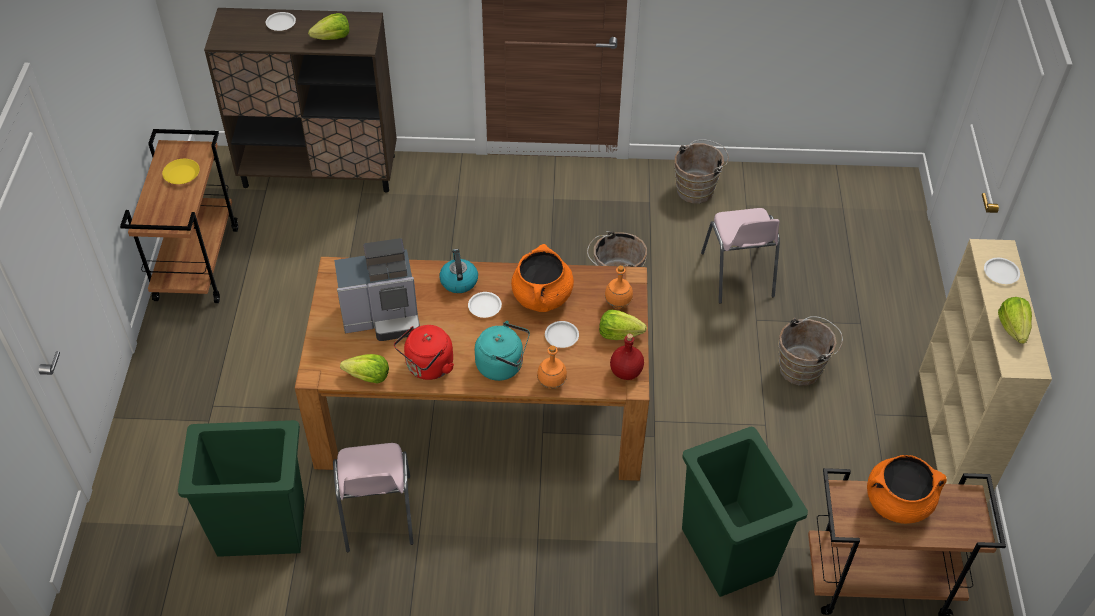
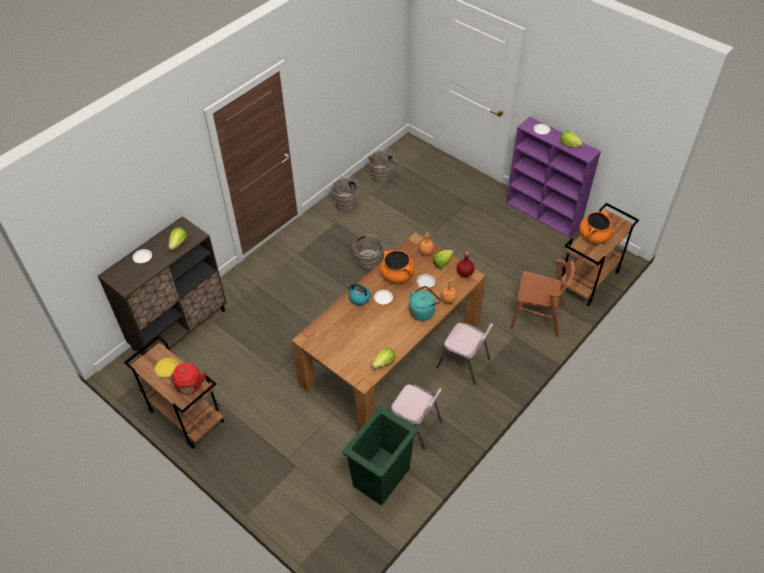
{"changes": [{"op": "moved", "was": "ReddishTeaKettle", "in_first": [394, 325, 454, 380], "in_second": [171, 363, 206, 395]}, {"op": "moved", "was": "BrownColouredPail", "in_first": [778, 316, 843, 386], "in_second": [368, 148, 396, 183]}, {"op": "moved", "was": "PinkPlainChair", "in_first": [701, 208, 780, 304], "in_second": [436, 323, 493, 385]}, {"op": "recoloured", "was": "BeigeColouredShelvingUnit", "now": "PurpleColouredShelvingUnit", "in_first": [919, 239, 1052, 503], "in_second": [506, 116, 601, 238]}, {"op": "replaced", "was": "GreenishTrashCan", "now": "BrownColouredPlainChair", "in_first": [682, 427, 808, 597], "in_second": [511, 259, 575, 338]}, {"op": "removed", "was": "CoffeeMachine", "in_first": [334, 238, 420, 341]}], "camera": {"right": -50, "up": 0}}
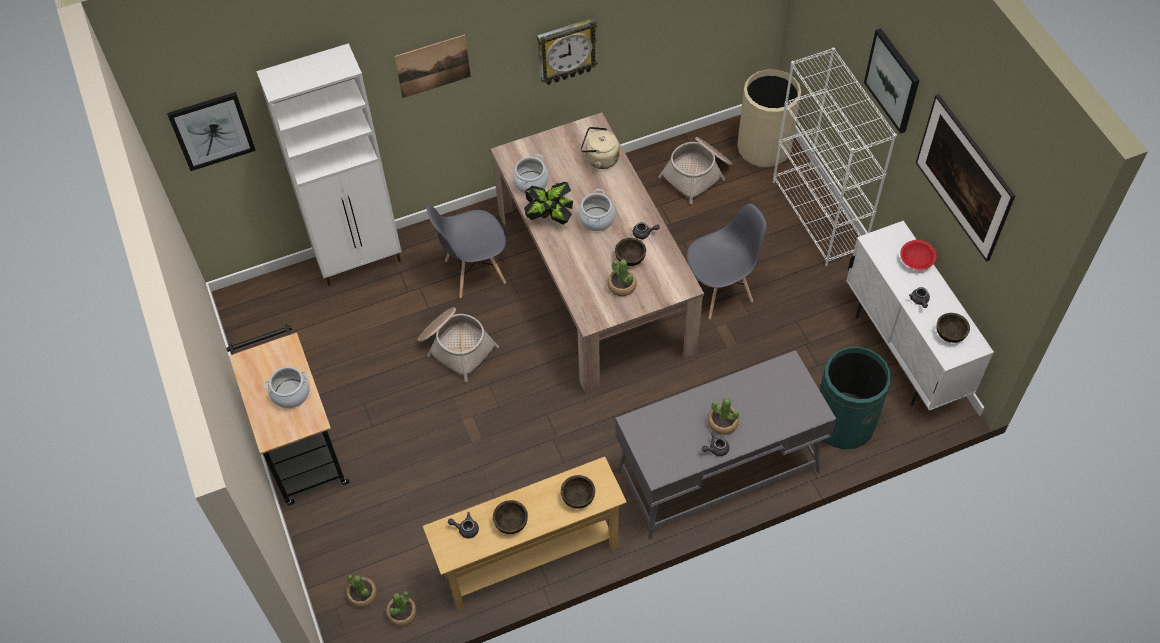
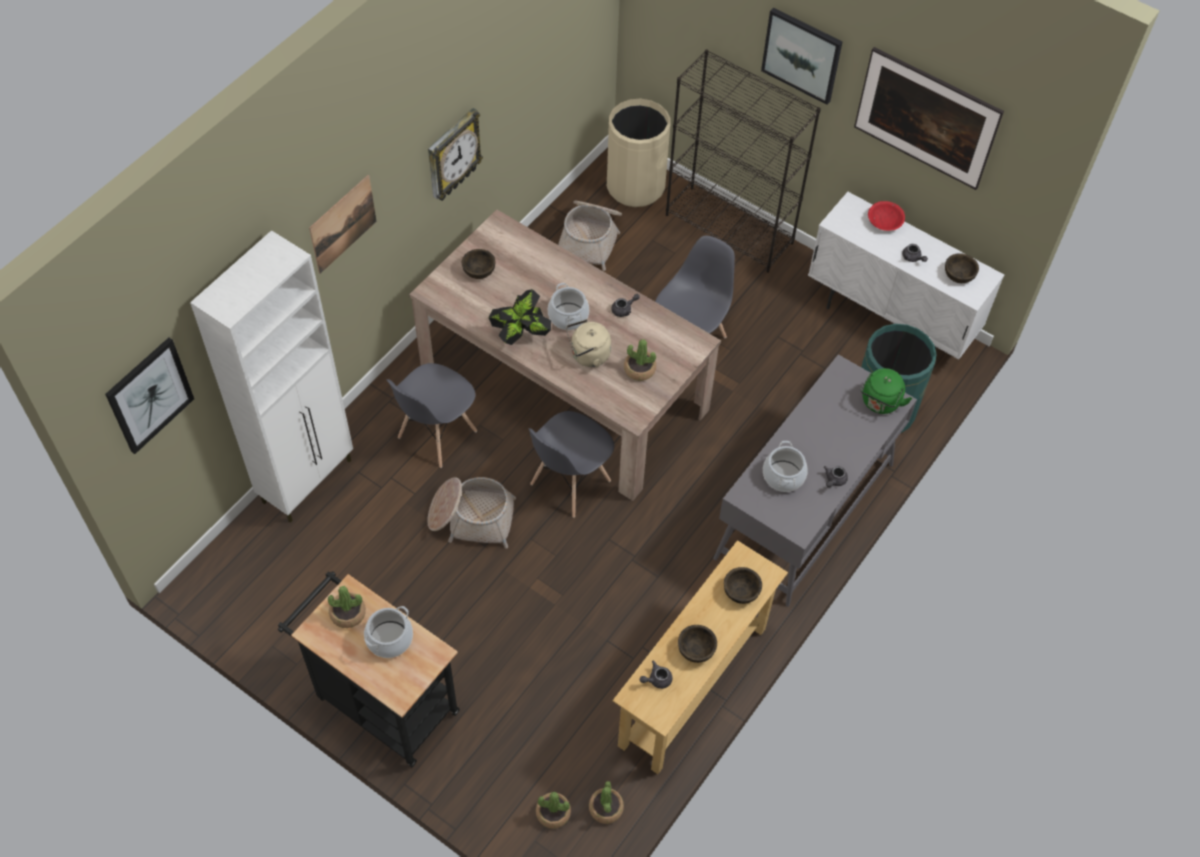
{"changes": [{"op": "moved", "was": "PlantInAPot", "in_first": [708, 398, 739, 435], "in_second": [328, 586, 366, 628]}, {"op": "moved", "was": "BrownColouredBowl", "in_first": [615, 238, 646, 266], "in_second": [462, 249, 496, 279]}, {"op": "added", "now": "GreyPlainChair", "in_second": [529, 411, 614, 518]}, {"op": "moved", "was": "BeigeColouredTeaKettle", "in_first": [581, 127, 619, 169], "in_second": [566, 319, 611, 367]}, {"op": "recoloured", "was": "WhiteColouredShelvingUnit", "now": "BlackColouredShelvingUnit", "in_first": [773, 47, 897, 266], "in_second": [666, 49, 821, 273]}, {"op": "moved", "was": "Stockpot", "in_first": [512, 154, 549, 194], "in_second": [763, 441, 808, 492]}, {"op": "added", "now": "GreenishTeaKettle", "in_second": [860, 368, 912, 414]}], "camera": {"right": -35, "up": 0}}
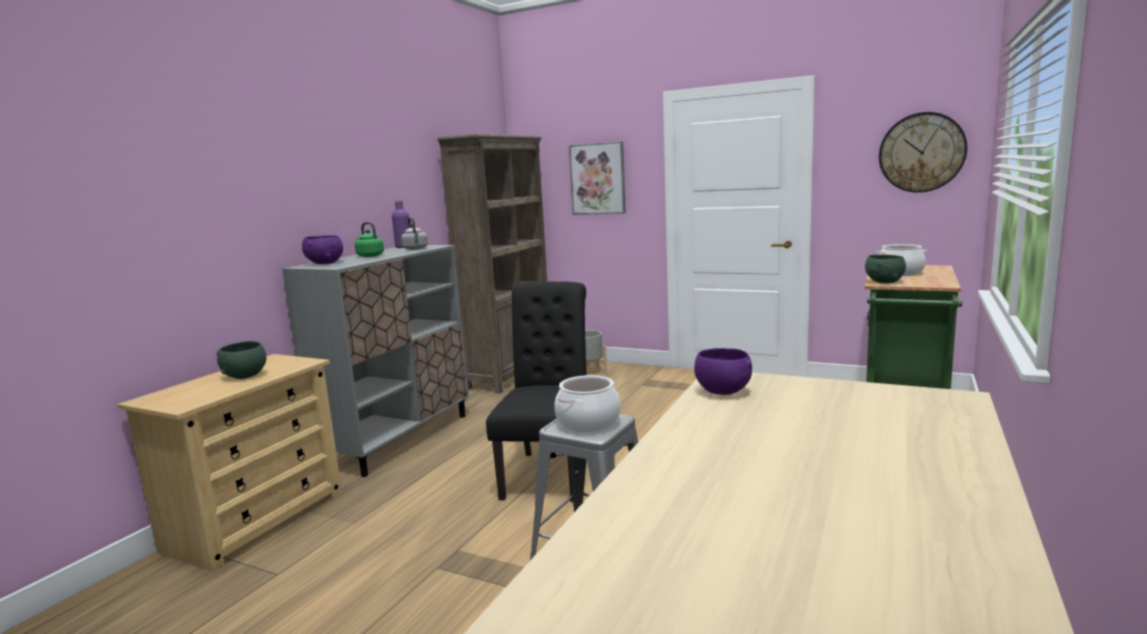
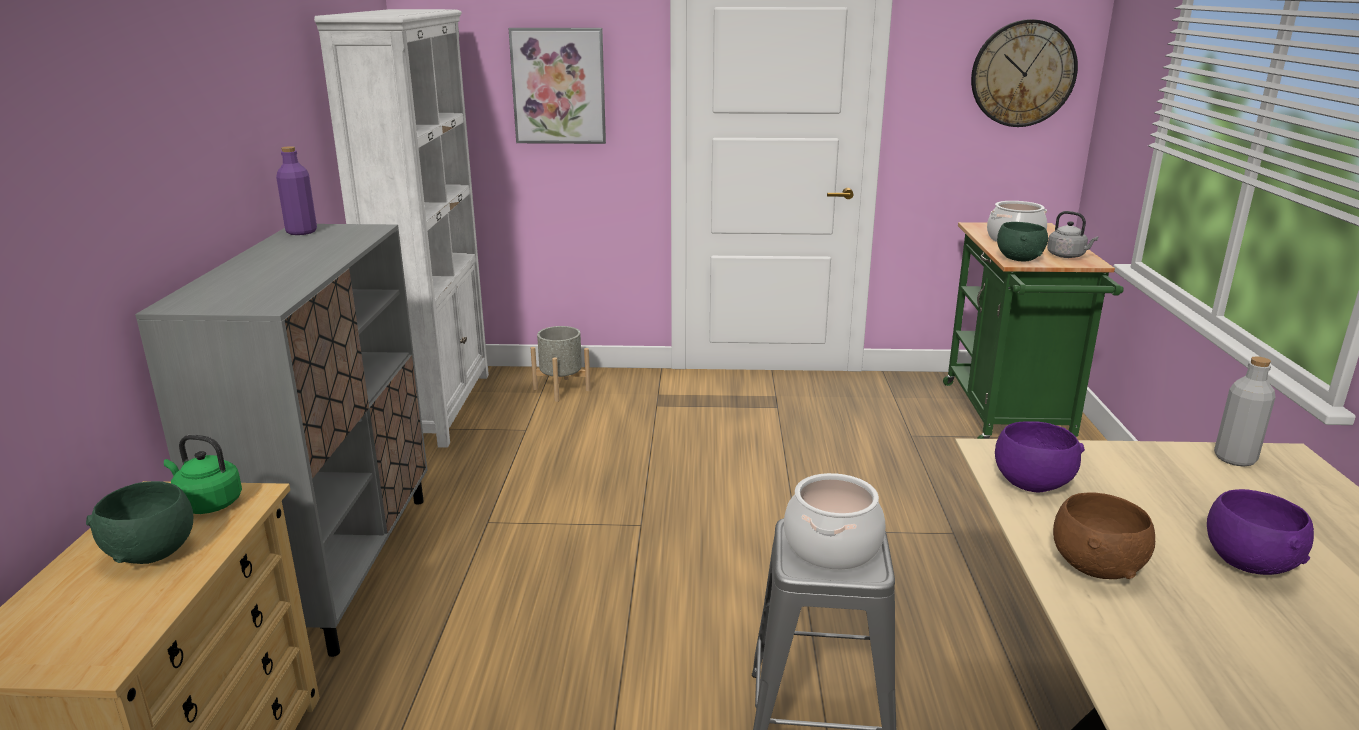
{"changes": [{"op": "moved", "was": "GreenishTeaKettle", "in_first": [355, 222, 384, 257], "in_second": [164, 435, 242, 514]}, {"op": "recoloured", "was": "BrownColouredShelvingUnit", "now": "WhiteColouredShelvingUnit", "in_first": [437, 134, 547, 394], "in_second": [314, 9, 489, 448]}, {"op": "moved", "was": "GreyTeaKettle", "in_first": [401, 217, 428, 250], "in_second": [1047, 211, 1099, 258]}, {"op": "added", "now": "BrownColouredBowl", "in_second": [1053, 493, 1155, 579]}, {"op": "moved", "was": "PurpleColouredBowl", "in_first": [302, 235, 343, 264], "in_second": [1207, 489, 1314, 575]}, {"op": "added", "now": "GreyBeverageBottle", "in_second": [1214, 356, 1276, 467]}, {"op": "removed", "was": "BlackColouredPlainChair", "in_first": [486, 281, 587, 502]}], "camera": {"right": -25, "up": 10}}
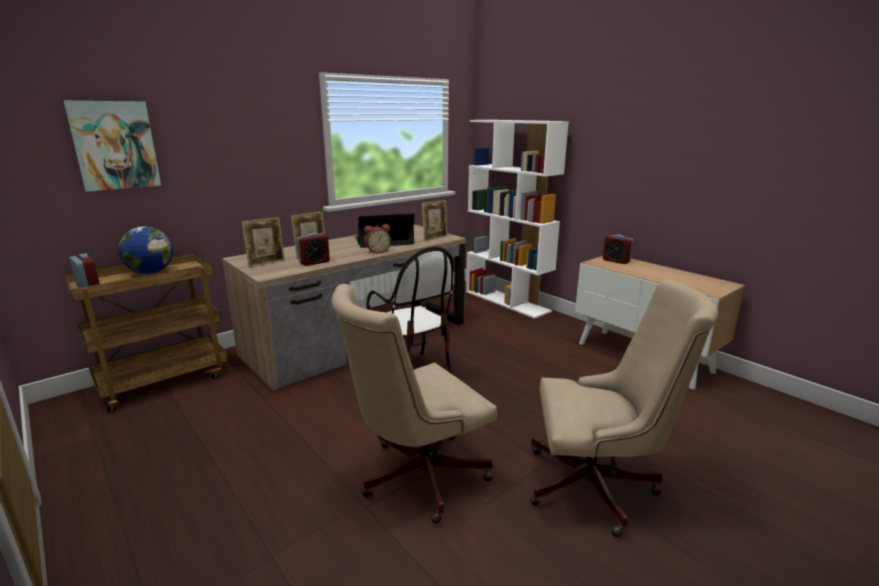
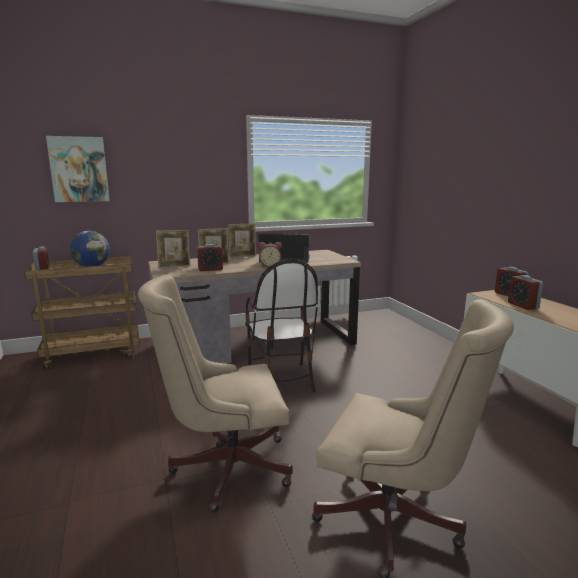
{"changes": [{"op": "moved", "was": "StandingFrame", "in_first": [422, 200, 447, 241], "in_second": [228, 224, 256, 258]}, {"op": "added", "now": "AlarmClock", "in_second": [508, 275, 543, 310]}, {"op": "removed", "was": "WhiteColouredShelvingUnit", "in_first": [466, 120, 569, 319]}], "camera": {"right": 20, "up": -5}}
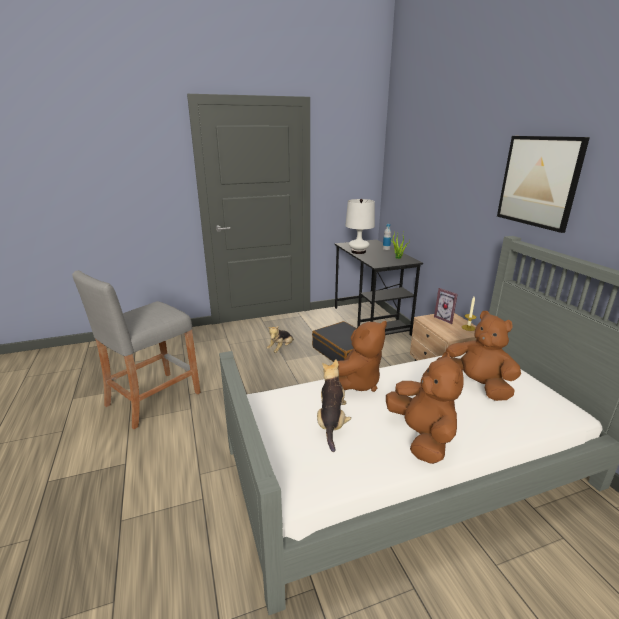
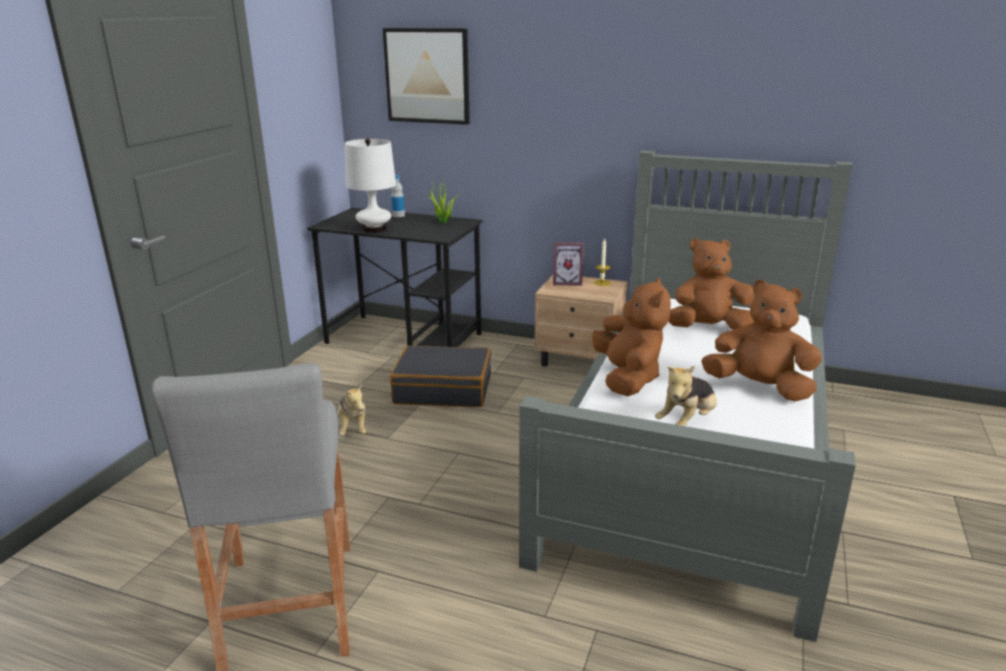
{"changes": [{"op": "moved", "was": "WallPicture", "in_first": [497, 136, 590, 233], "in_second": [383, 28, 470, 125]}, {"op": "turned", "was": "PlushToy", "in_first": [317, 359, 351, 452], "in_second": [655, 366, 717, 426], "clockwise": -90}], "camera": {"right": -50, "up": 0}}
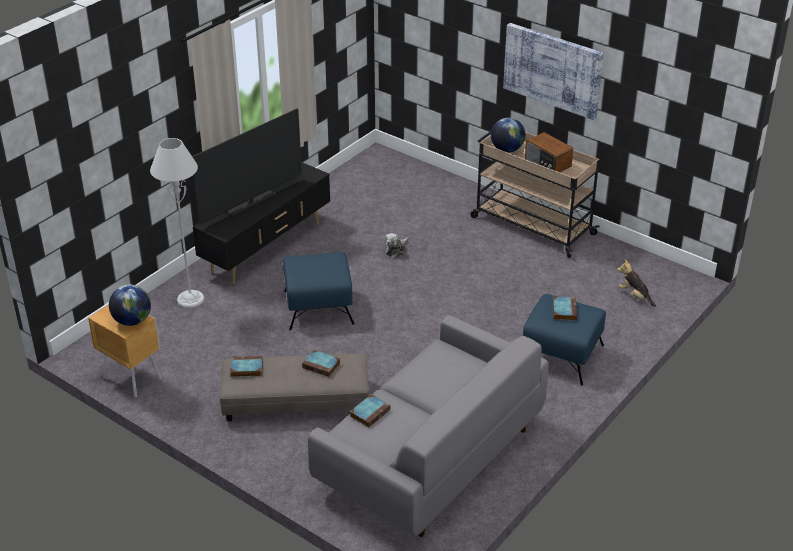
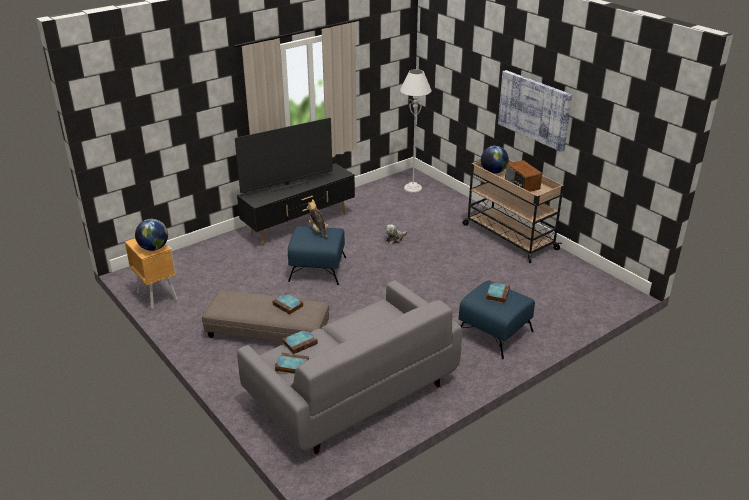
{"changes": [{"op": "moved", "was": "BoundBook", "in_first": [230, 356, 263, 377], "in_second": [275, 352, 309, 374]}, {"op": "moved", "was": "PlushToy", "in_first": [617, 259, 656, 307], "in_second": [307, 199, 328, 240]}, {"op": "moved", "was": "GreyStandardLamp", "in_first": [150, 138, 204, 308], "in_second": [400, 69, 431, 193]}], "camera": {"right": 15, "up": -5}}
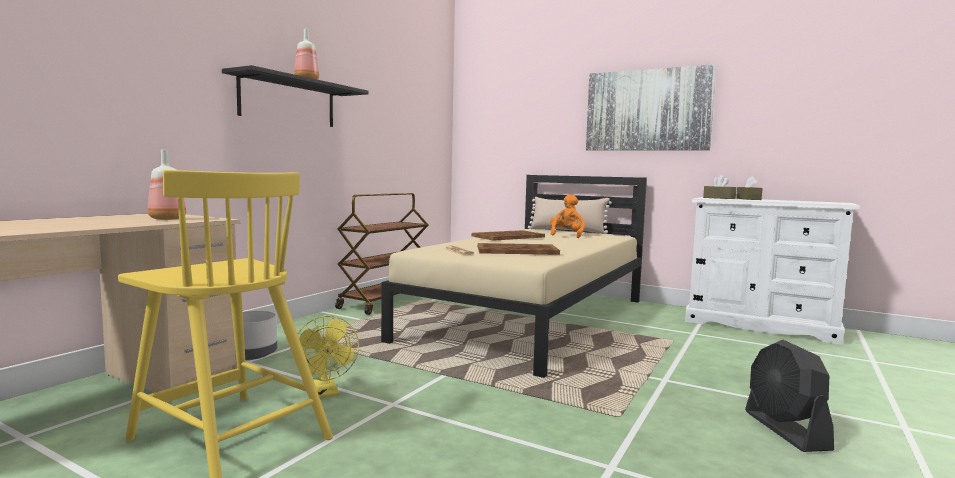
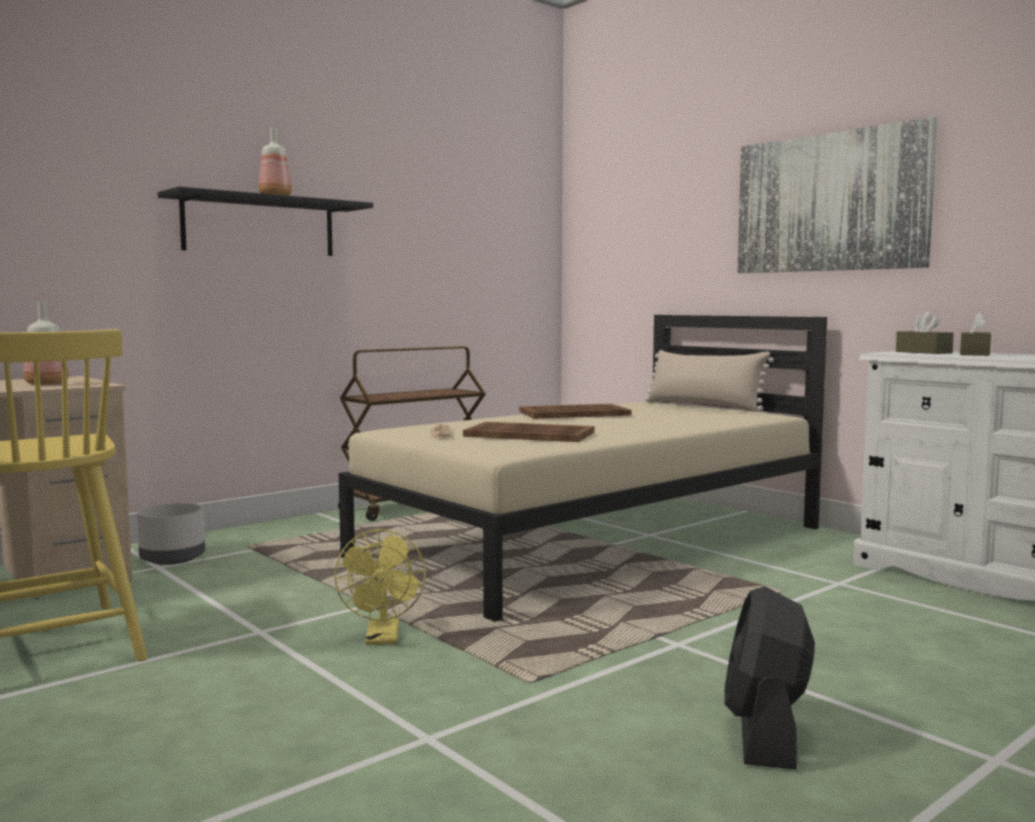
{"changes": [{"op": "moved", "was": "YellowColouredFan", "in_first": [298, 315, 359, 398], "in_second": [334, 529, 426, 645]}, {"op": "removed", "was": "OrangeyPlushToy", "in_first": [550, 194, 585, 238]}], "camera": {"right": 20, "up": 0}}
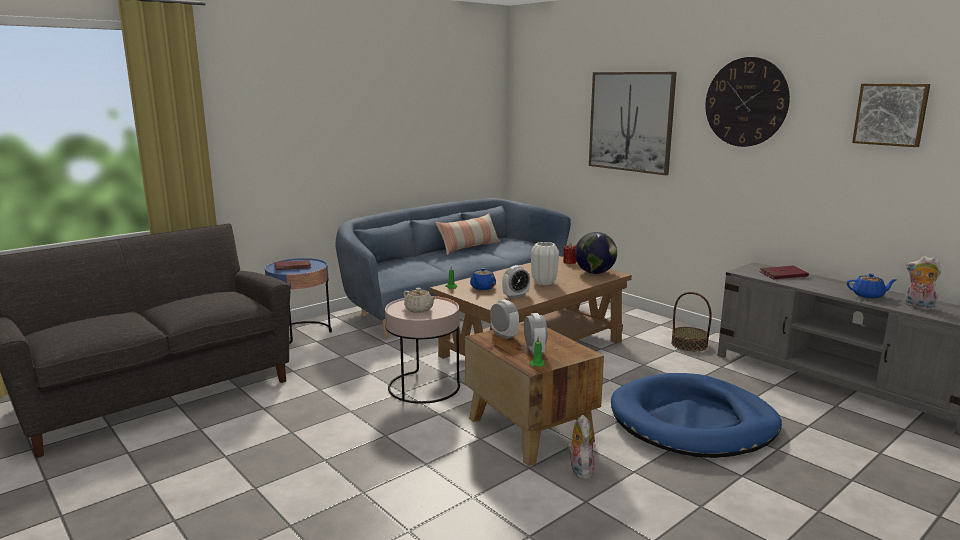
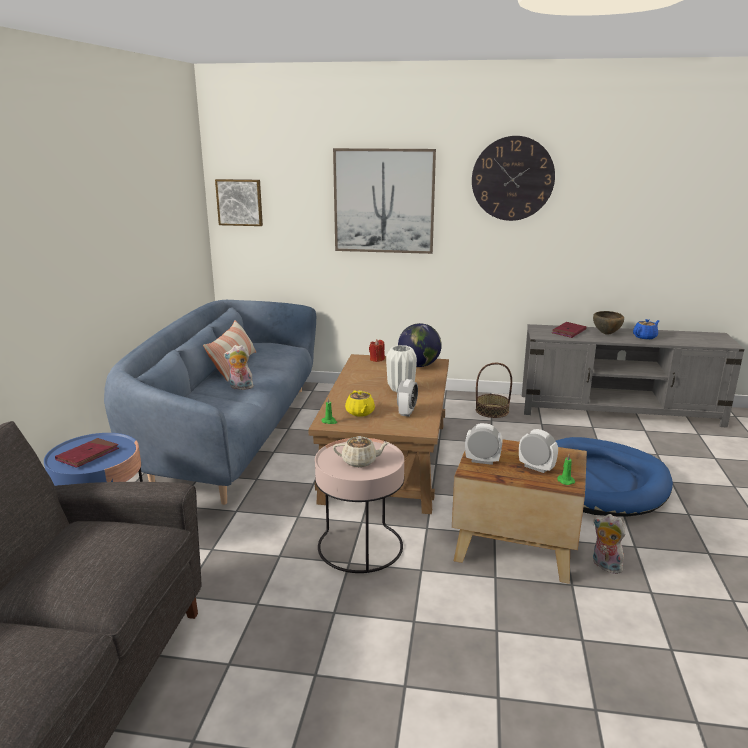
{"changes": [{"op": "moved", "was": "WallPicture", "in_first": [852, 84, 930, 147], "in_second": [215, 179, 263, 226]}, {"op": "moved", "was": "PlushToy", "in_first": [905, 256, 941, 311], "in_second": [224, 345, 253, 390]}, {"op": "recoloured", "was": "BluishTeapot", "now": "YellowColouredTeapot", "in_first": [470, 268, 496, 290], "in_second": [345, 390, 375, 417]}, {"op": "added", "now": "BrownColouredBowl", "in_second": [593, 311, 624, 335]}], "camera": {"right": -40, "up": 5}}
